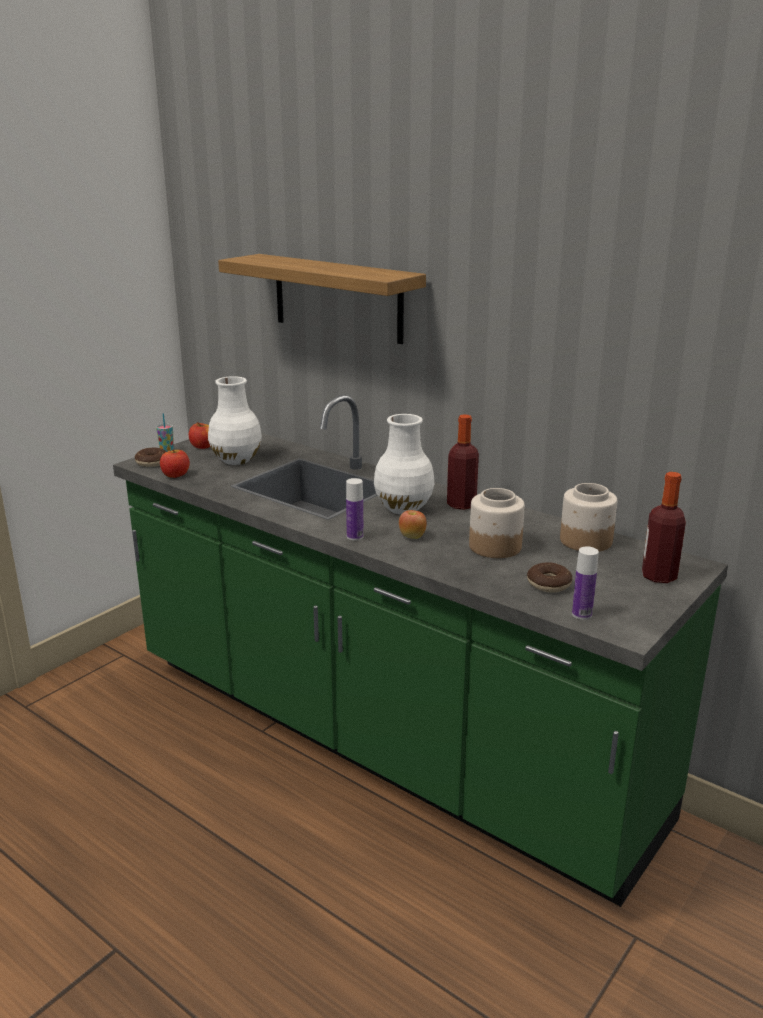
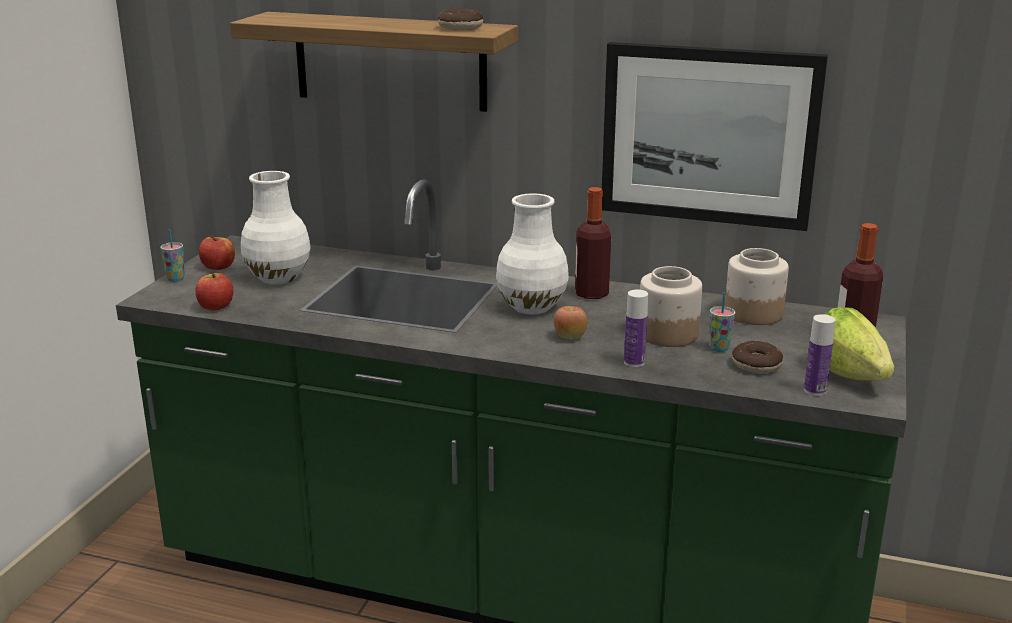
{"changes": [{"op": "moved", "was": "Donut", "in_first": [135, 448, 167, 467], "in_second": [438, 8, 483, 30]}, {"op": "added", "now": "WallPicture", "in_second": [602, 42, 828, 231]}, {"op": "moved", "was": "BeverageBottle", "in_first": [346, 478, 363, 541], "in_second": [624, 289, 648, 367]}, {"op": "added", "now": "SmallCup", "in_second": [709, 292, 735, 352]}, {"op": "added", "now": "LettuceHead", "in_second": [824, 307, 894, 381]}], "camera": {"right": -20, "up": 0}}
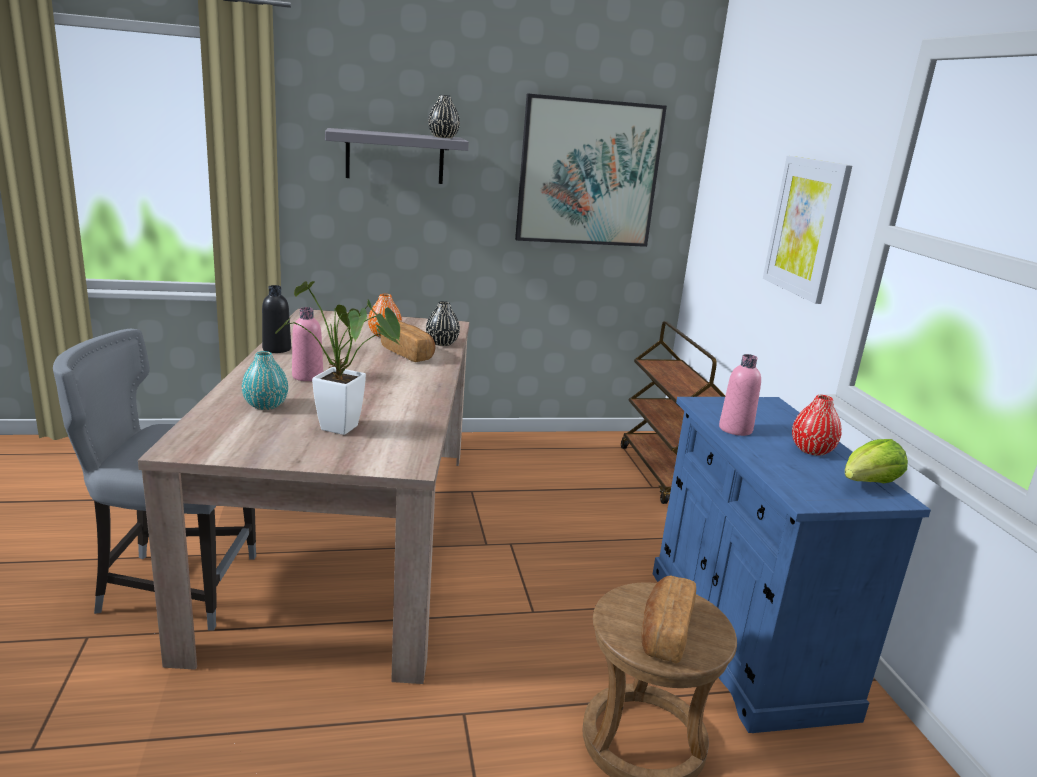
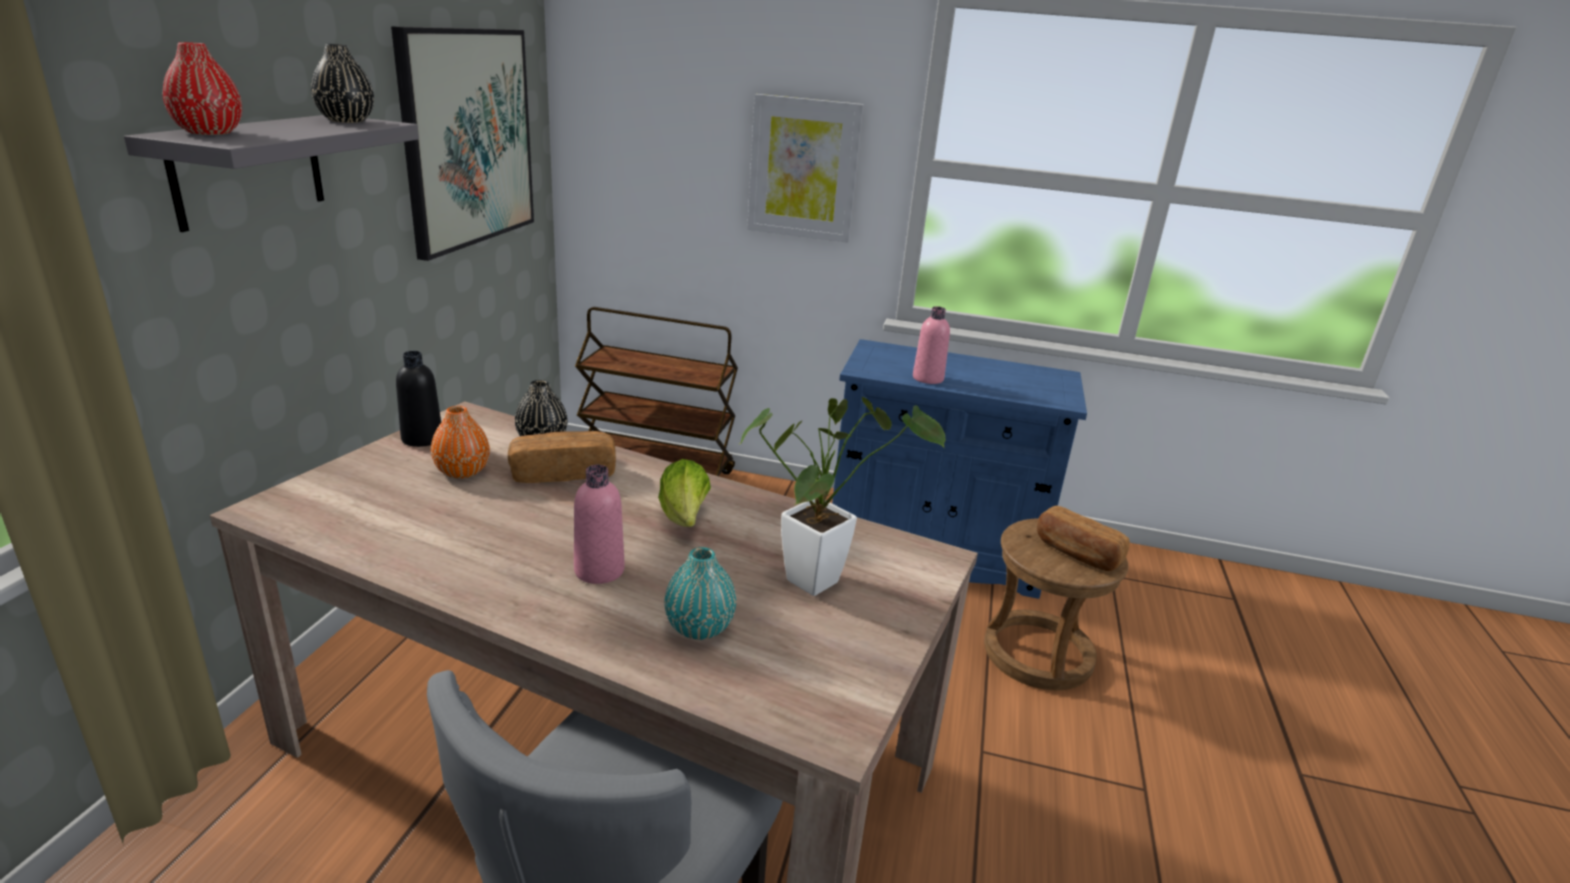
{"changes": [{"op": "moved", "was": "ReddishFlowerVase", "in_first": [792, 395, 842, 456], "in_second": [163, 42, 242, 135]}, {"op": "moved", "was": "BlackColouredBeverageBottle", "in_first": [262, 285, 291, 353], "in_second": [396, 351, 441, 447]}, {"op": "moved", "was": "LettuceHead", "in_first": [845, 439, 908, 483], "in_second": [658, 459, 711, 527]}], "camera": {"right": -65, "up": 5}}
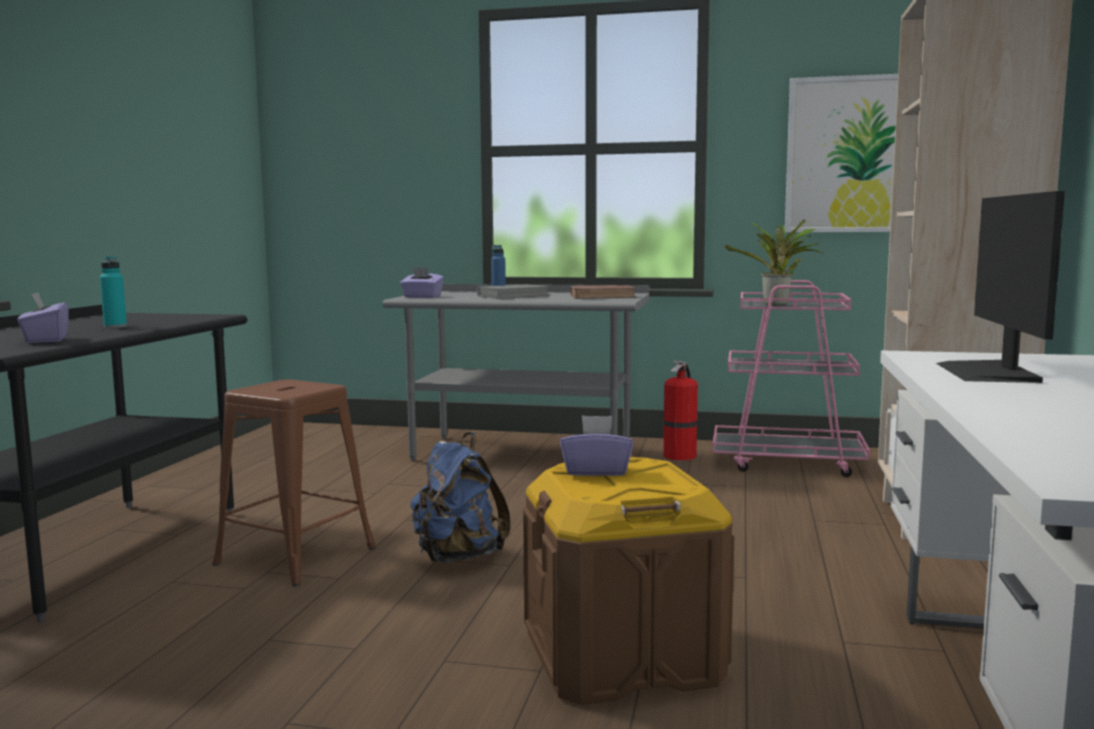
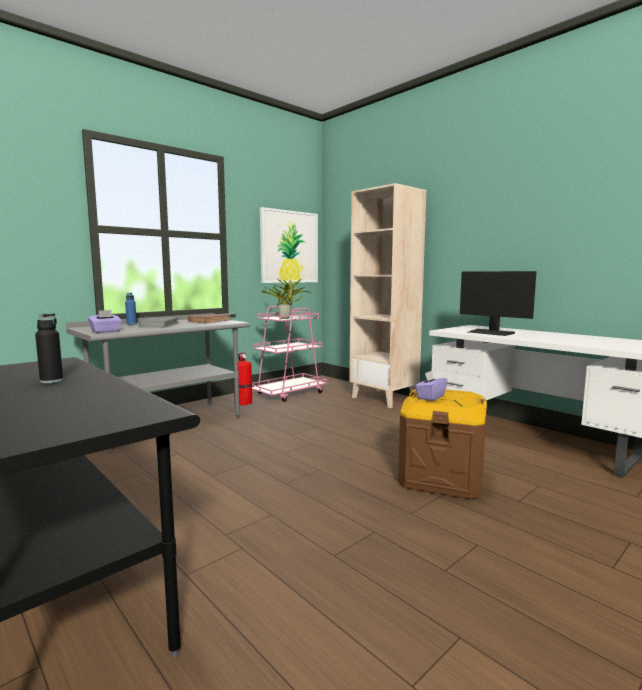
{"changes": [{"op": "recoloured", "was": "TurquoiseColouredBeverageBottle", "now": "BlackColouredBeverageBottle", "in_first": [100, 256, 127, 328], "in_second": [35, 313, 63, 383]}, {"op": "removed", "was": "PurpleColouredTissueBox", "in_first": [18, 292, 68, 343]}, {"op": "removed", "was": "BrownColouredStoolSeat", "in_first": [212, 379, 376, 587]}, {"op": "removed", "was": "BluishKnapsack", "in_first": [410, 432, 511, 563]}], "camera": {"right": -55, "up": 0}}
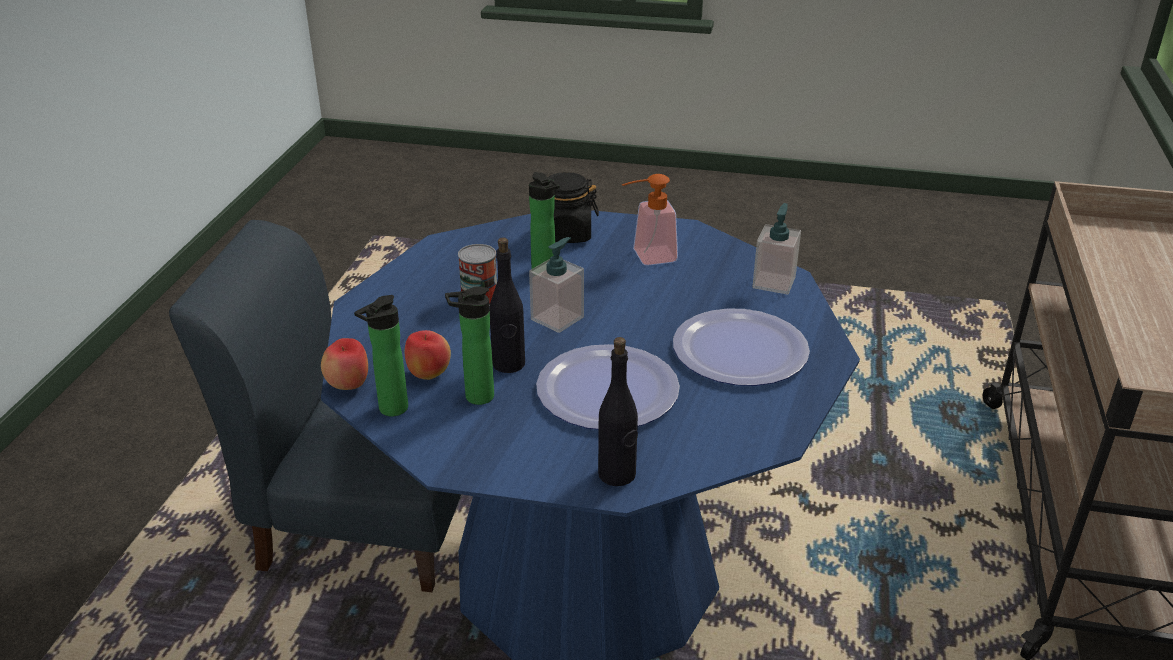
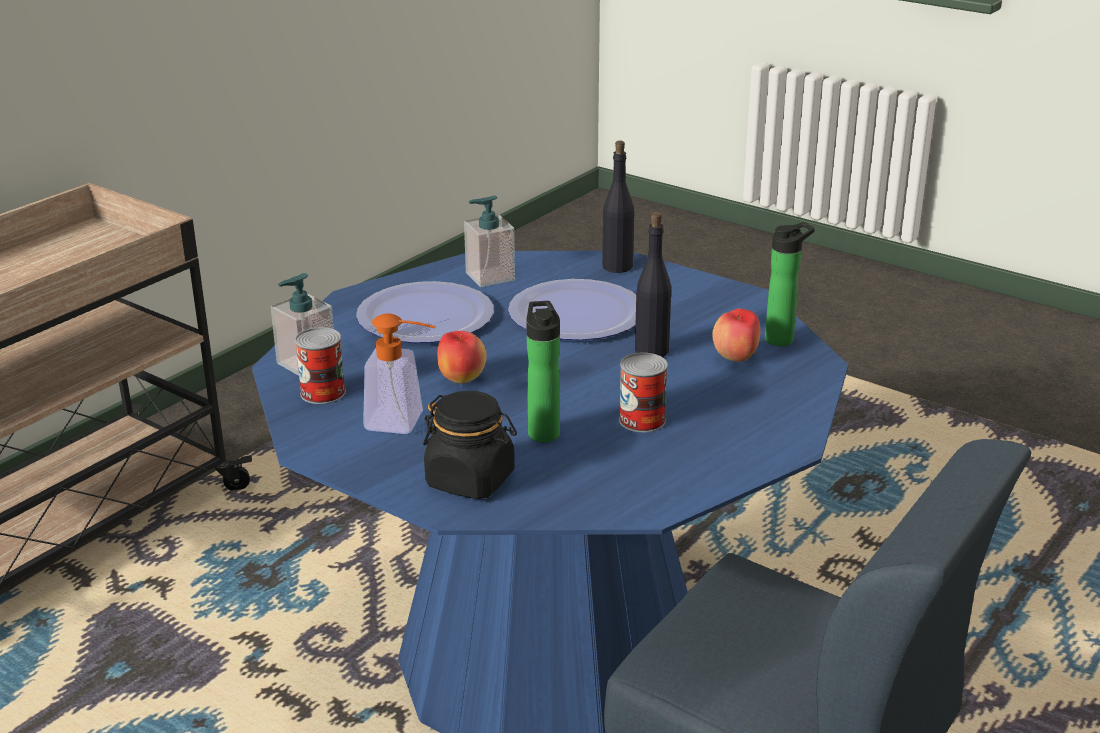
{"changes": [{"op": "added", "now": "MetalCan", "in_second": [295, 327, 346, 404]}, {"op": "moved", "was": "WholeApple", "in_first": [321, 338, 368, 390], "in_second": [437, 331, 487, 384]}, {"op": "moved", "was": "SoapBottle", "in_first": [529, 237, 584, 333], "in_second": [464, 196, 515, 287]}, {"op": "removed", "was": "BeverageBottle", "in_first": [445, 286, 494, 405]}], "camera": {"right": -155, "up": -5}}
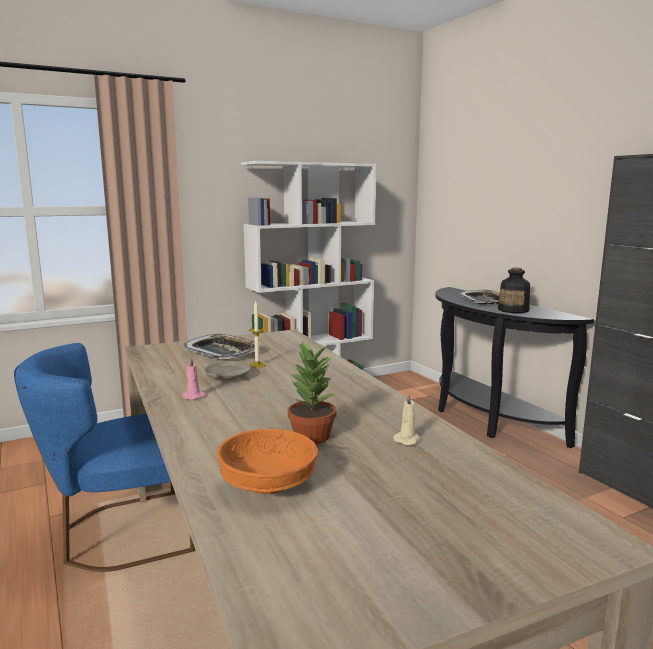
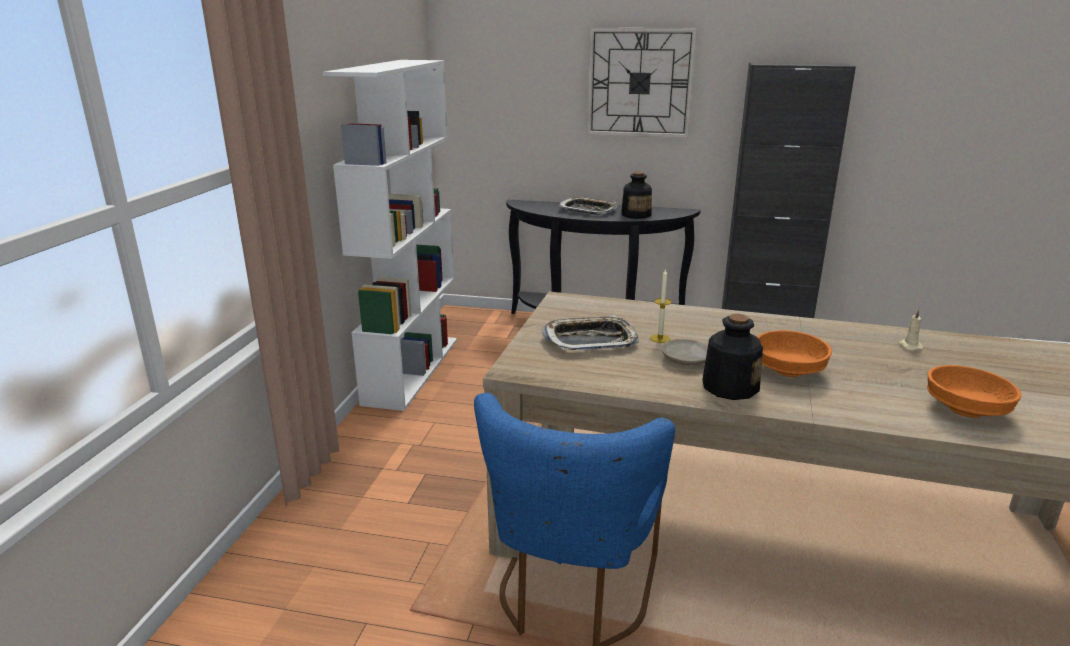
{"changes": [{"op": "added", "now": "HangingClock", "in_second": [587, 28, 697, 138]}, {"op": "replaced", "was": "PinkWaxLight", "now": "BeverageBottle", "in_first": [183, 357, 205, 400], "in_second": [702, 313, 763, 400]}, {"op": "added", "now": "OrangeyBowl", "in_second": [758, 330, 832, 377]}, {"op": "removed", "was": "PlantInAPot", "in_first": [288, 341, 337, 444]}], "camera": {"right": -50, "up": 10}}
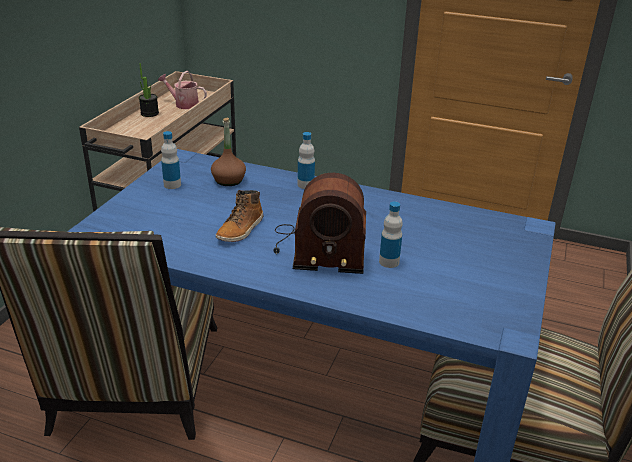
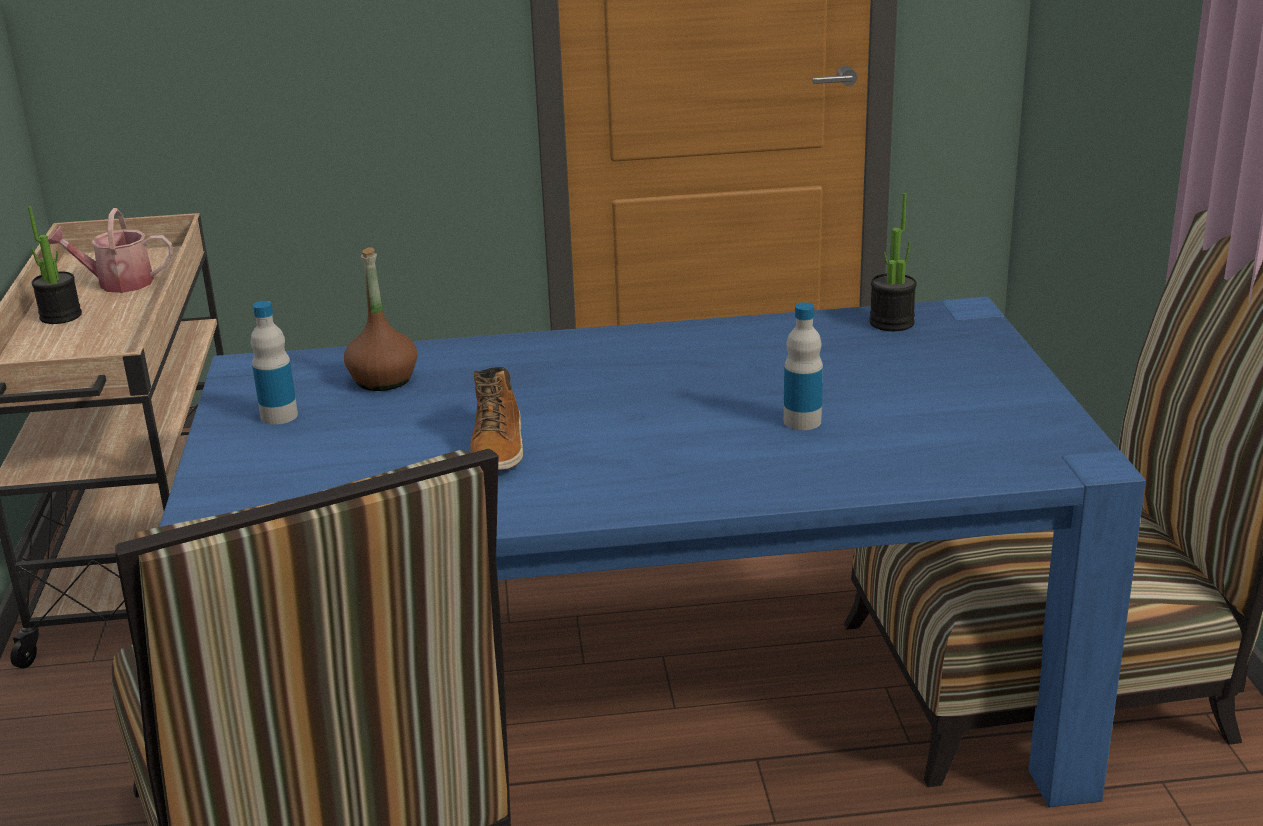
{"changes": [{"op": "added", "now": "PlantInAPot", "in_second": [869, 193, 917, 331]}, {"op": "removed", "was": "Radio", "in_first": [273, 173, 366, 274]}, {"op": "removed", "was": "BeverageBottle", "in_first": [298, 132, 315, 189]}], "camera": {"right": -25, "up": -5}}
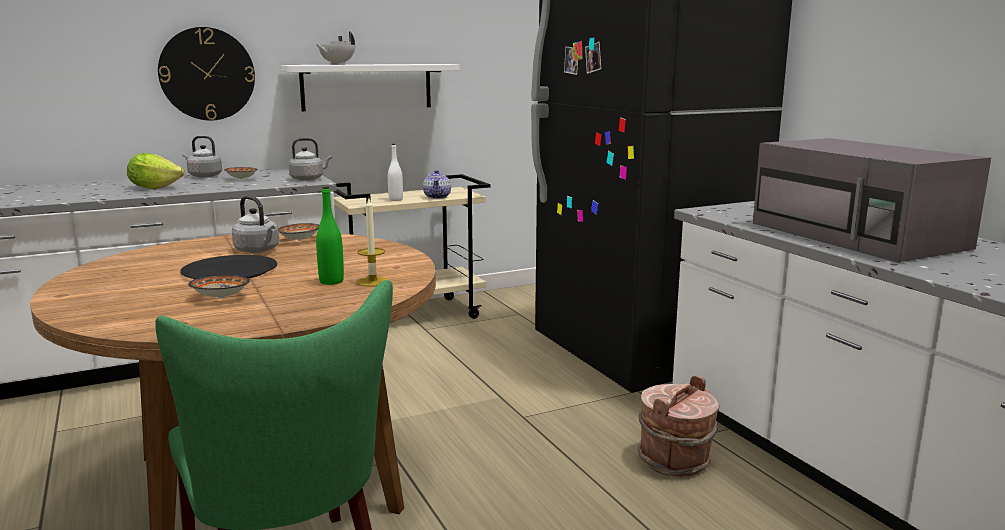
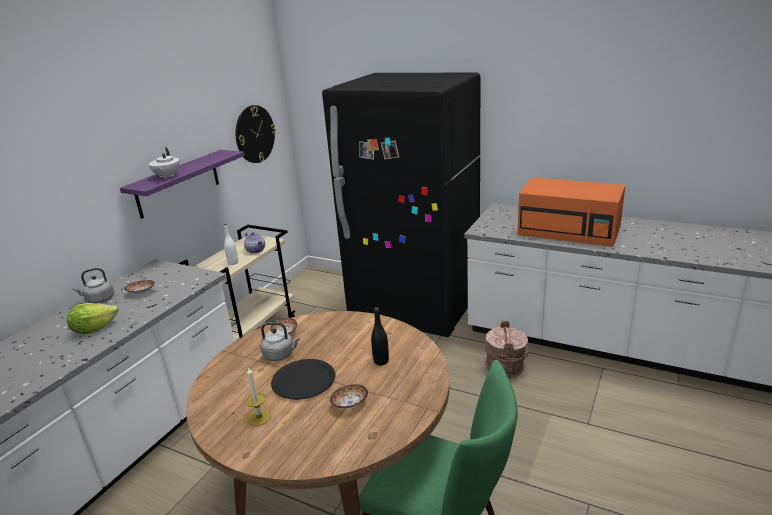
{"changes": [{"op": "recoloured", "was": "WhiteColouredBracketShelf", "now": "PurpleColouredBracketShelf", "in_first": [281, 64, 460, 111], "in_second": [120, 150, 245, 219]}, {"op": "moved", "was": "HangingClock", "in_first": [158, 27, 255, 120], "in_second": [236, 105, 276, 163]}, {"op": "moved", "was": "WaxLight", "in_first": [357, 199, 388, 286], "in_second": [246, 367, 271, 426]}, {"op": "recoloured", "was": "GreenishBeverageBottle", "now": "BlackColouredBeverageBottle", "in_first": [316, 186, 344, 285], "in_second": [371, 307, 389, 365]}, {"op": "recoloured", "was": "GreyMicrowaveOven", "now": "OrangeyMicrowaveOven", "in_first": [753, 138, 991, 263], "in_second": [518, 177, 625, 247]}, {"op": "removed", "was": "GreyTeaKettle", "in_first": [288, 138, 332, 180]}], "camera": {"right": -35, "up": 10}}
